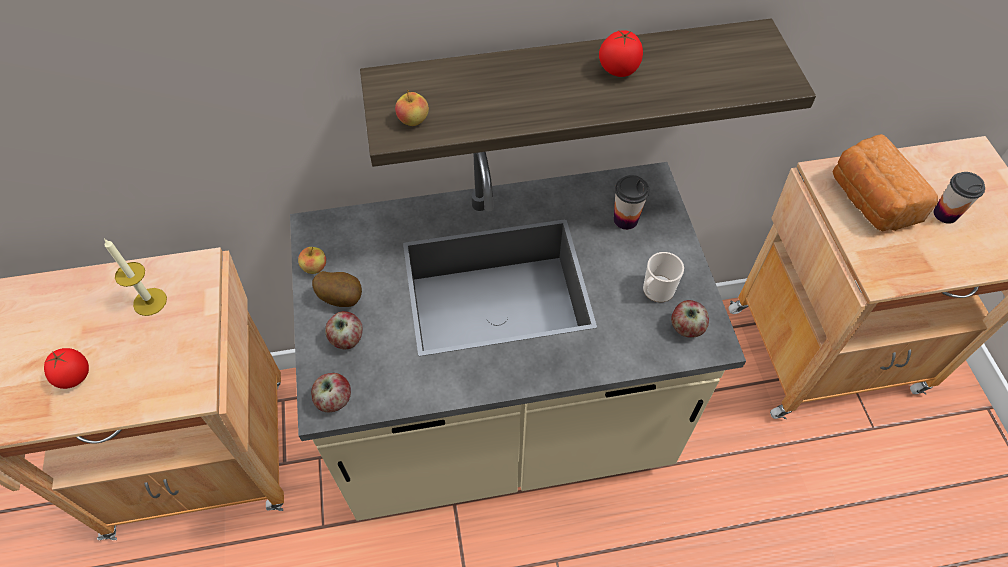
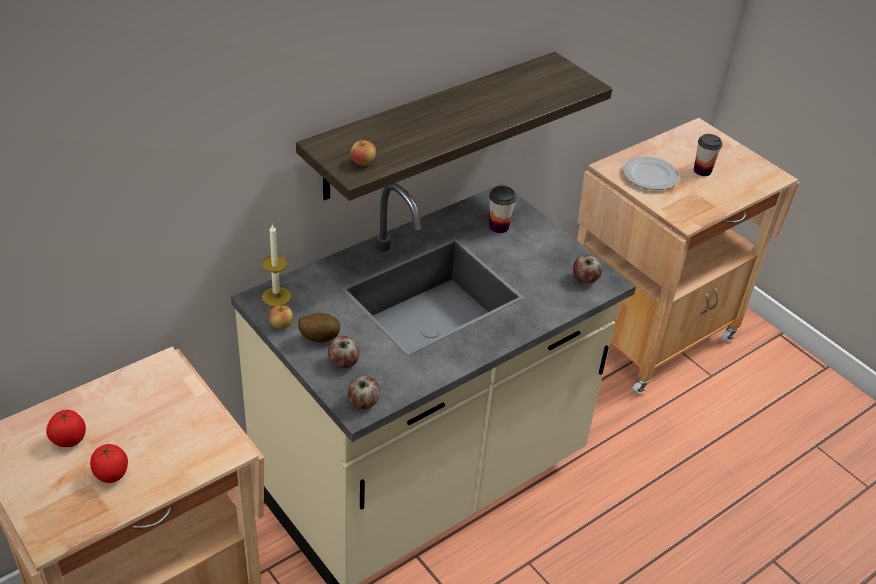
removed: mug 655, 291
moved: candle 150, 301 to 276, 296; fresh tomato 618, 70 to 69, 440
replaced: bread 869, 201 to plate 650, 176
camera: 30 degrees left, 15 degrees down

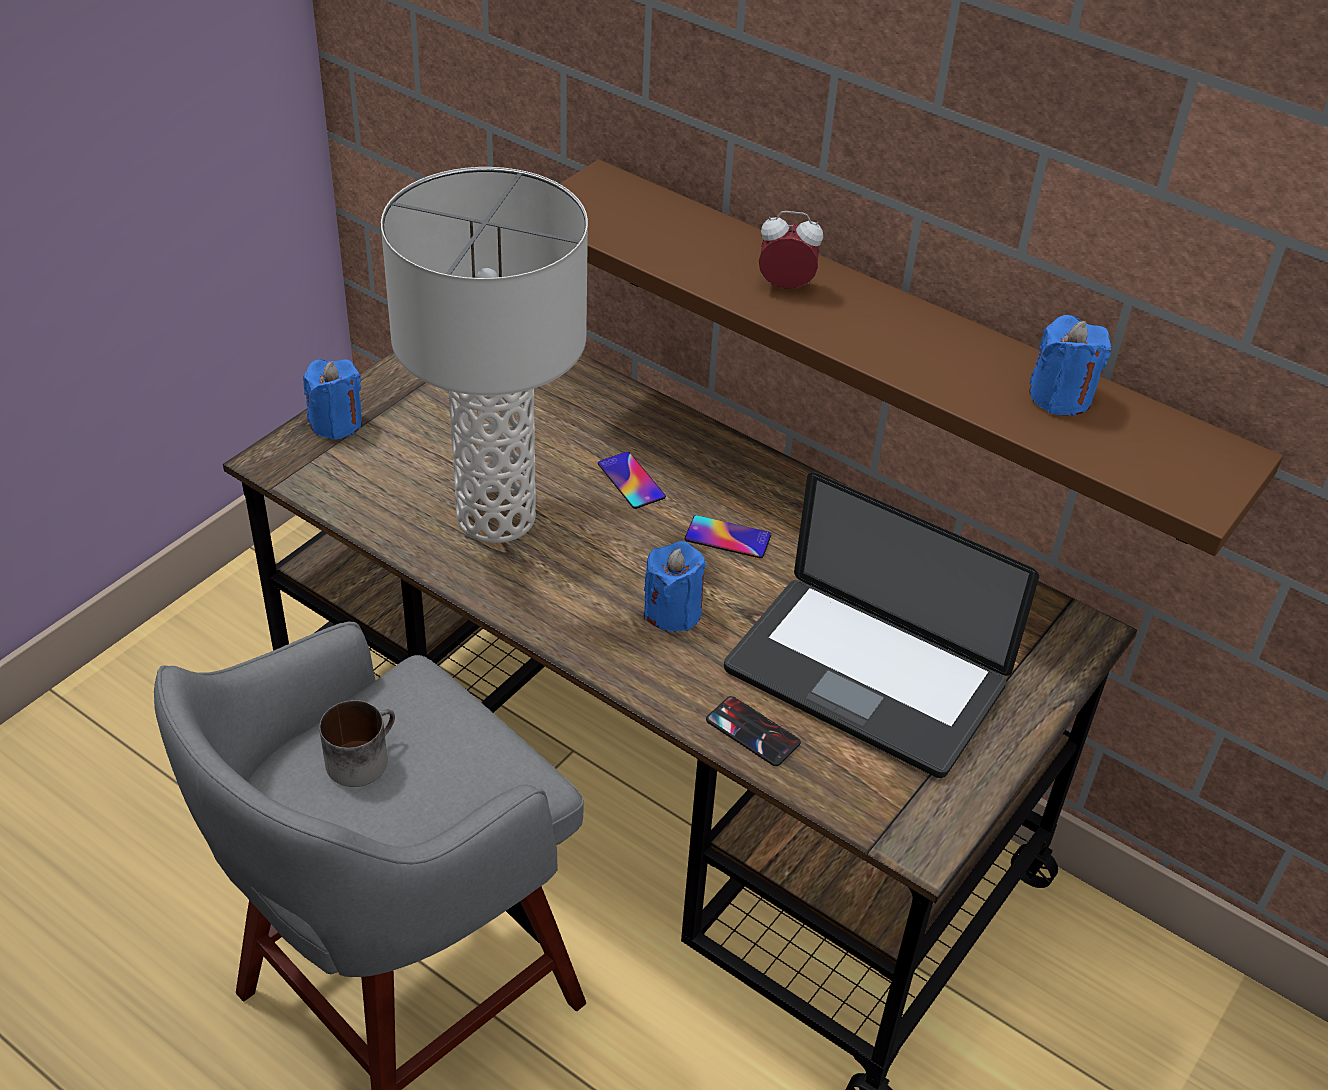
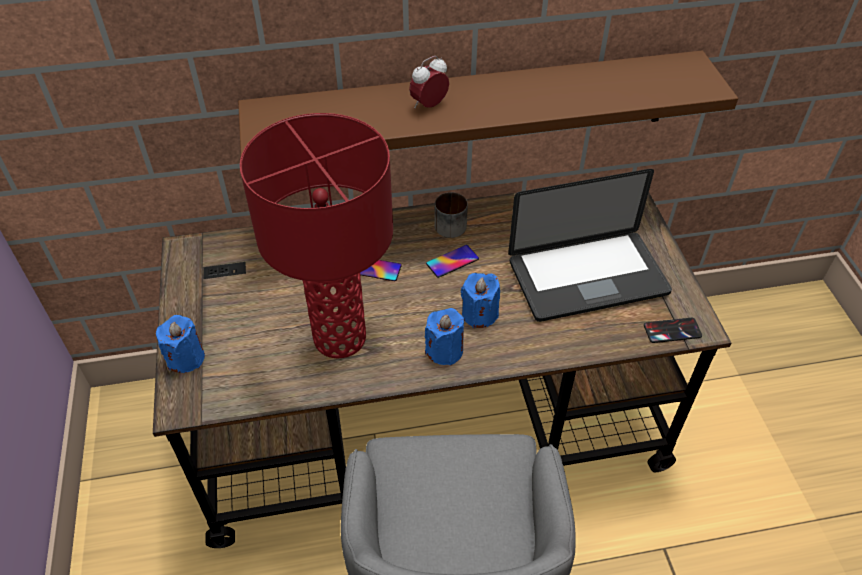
moved: mug 361, 756 to 448, 223; telephone 753, 731 to 672, 330; blue candle 1060, 397 to 444, 350
recoloured: white lamp for a table 497, 516 to reddish lamp for a table 340, 337
camera: 45 degrees left, 5 degrees up

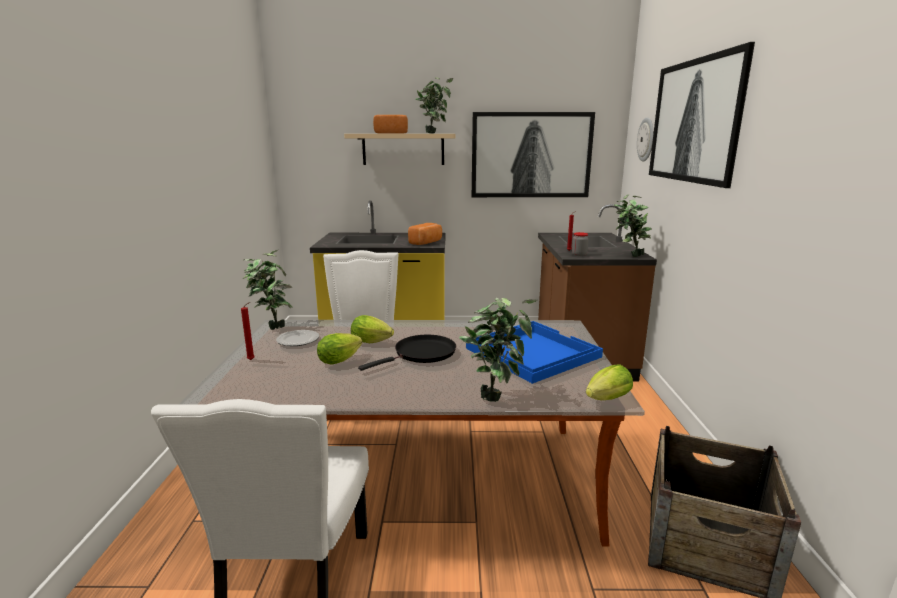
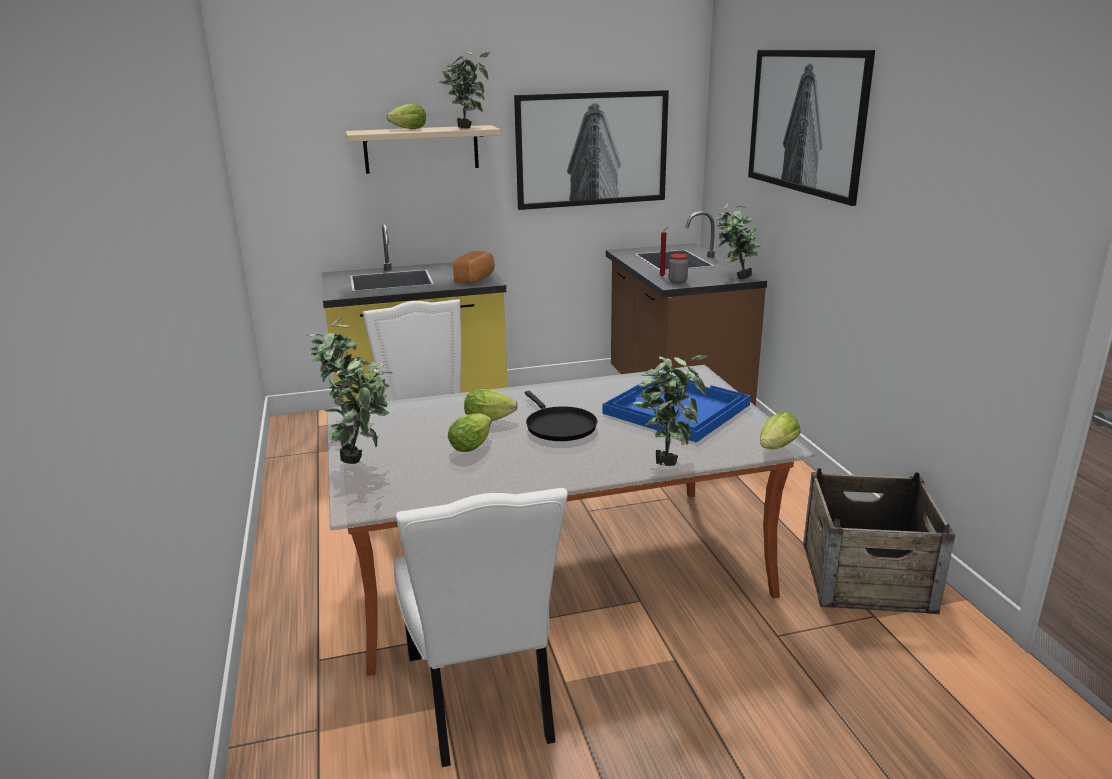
removed: plate 298, 340; clock on the wall 646, 139
replaced: reddish candle 252, 360 to plant in a pot 365, 459; bread 391, 133 to lettuce 407, 129
turned: black skillet 421, 354 = 558, 426 120 degrees clockwise
camera: 15 degrees left, 5 degrees up

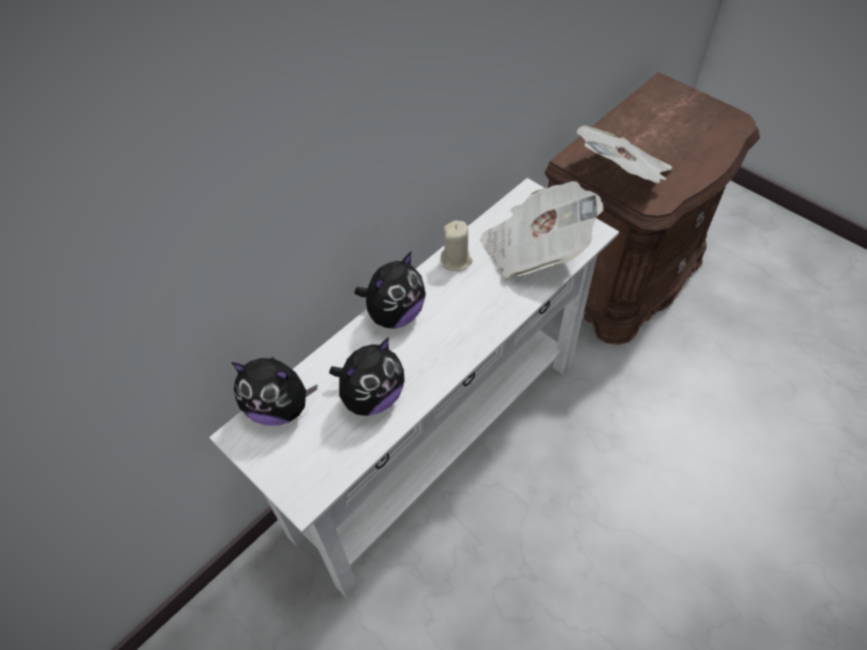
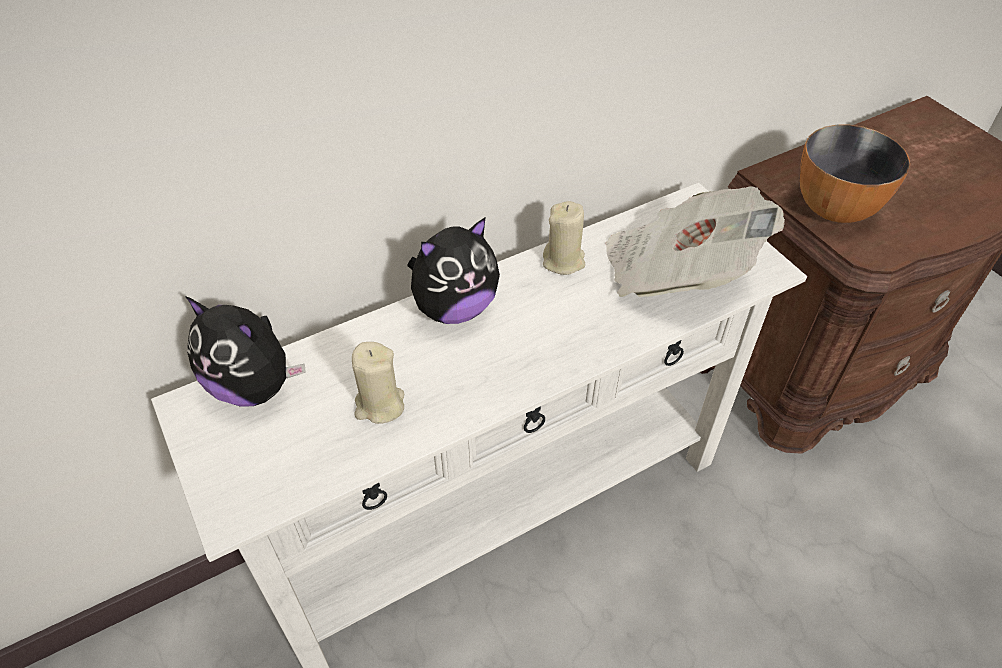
replaced: plush toy 372, 397 to beige-coloured candle 379, 405; printed paper 622, 175 to serving bowl 835, 208
camera: 15 degrees right, 5 degrees down

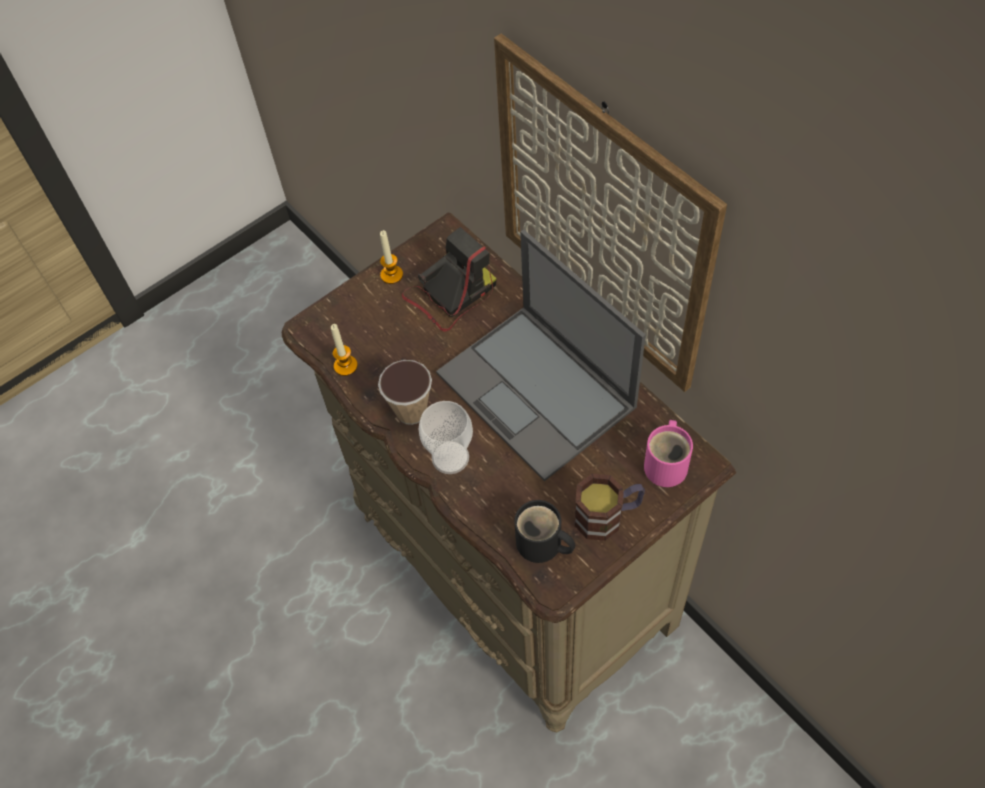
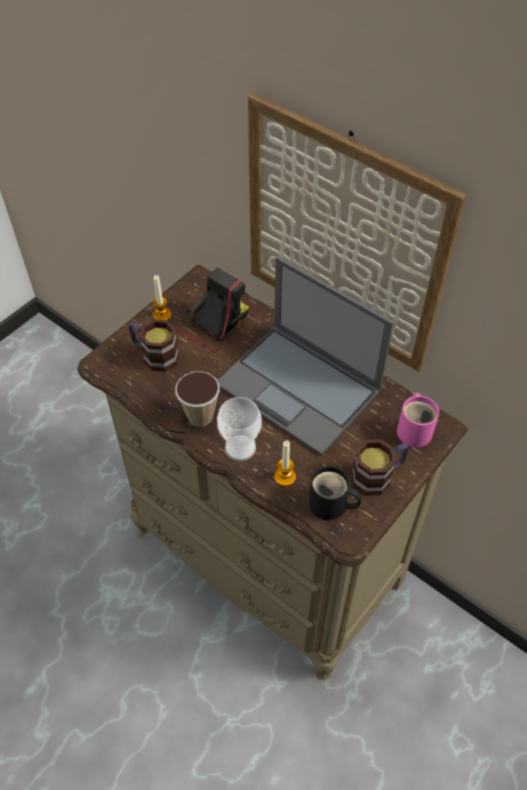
added: mug 154, 355
moved: candle 345, 366 to 285, 477
camera: 15 degrees left, 5 degrees down

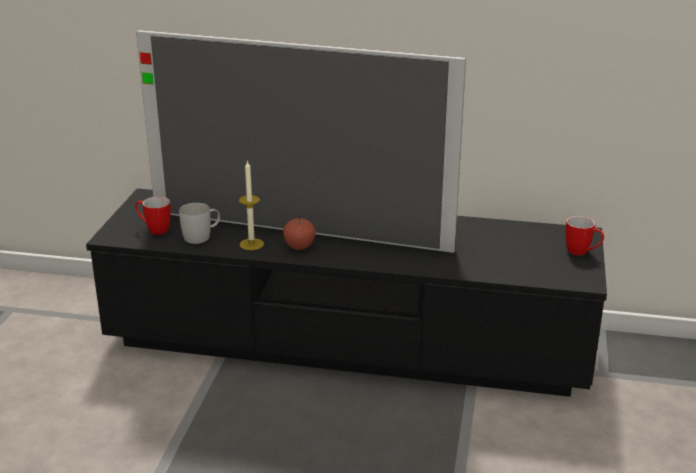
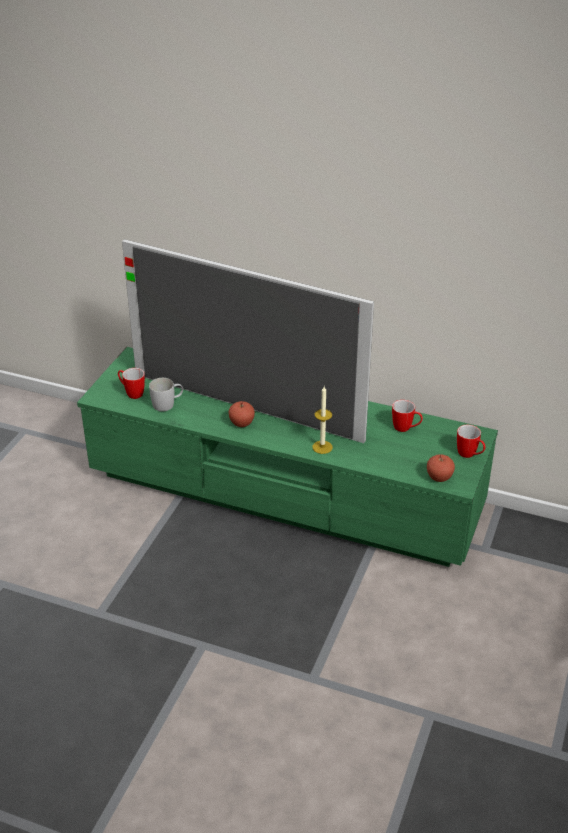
added: mug 406, 429; apple fruit 439, 478
moved: candle 251, 244 to 322, 447
recoloured: black tv stand 349, 342 to greenish tv stand 285, 494
camera: 10 degrees right, 10 degrees up

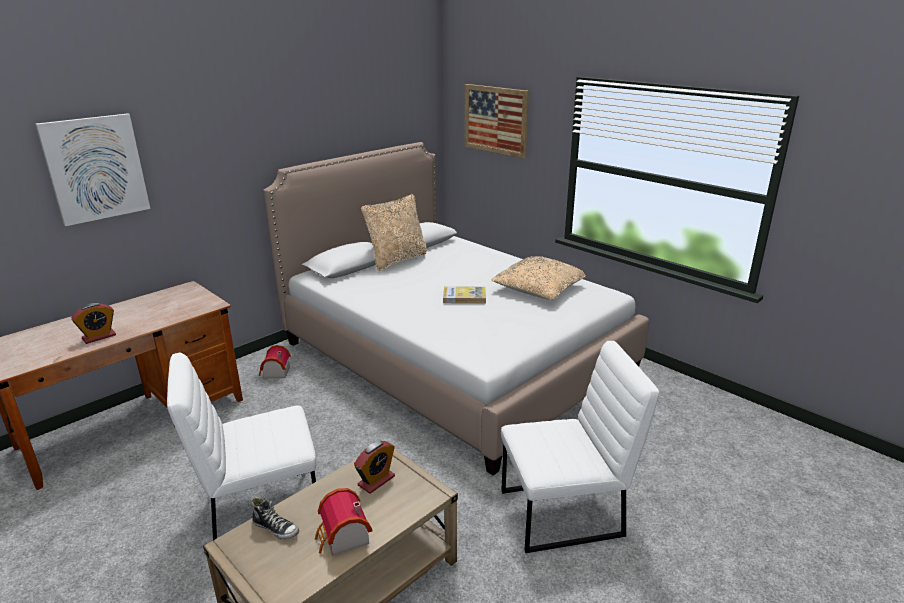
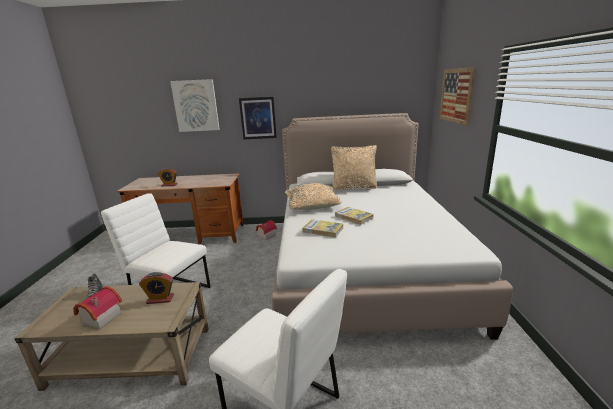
added: picture 258, 118; bound book 323, 230
moved: beige-coloured throw pillow 539, 288 to 312, 204
camera: 45 degrees right, 5 degrees down

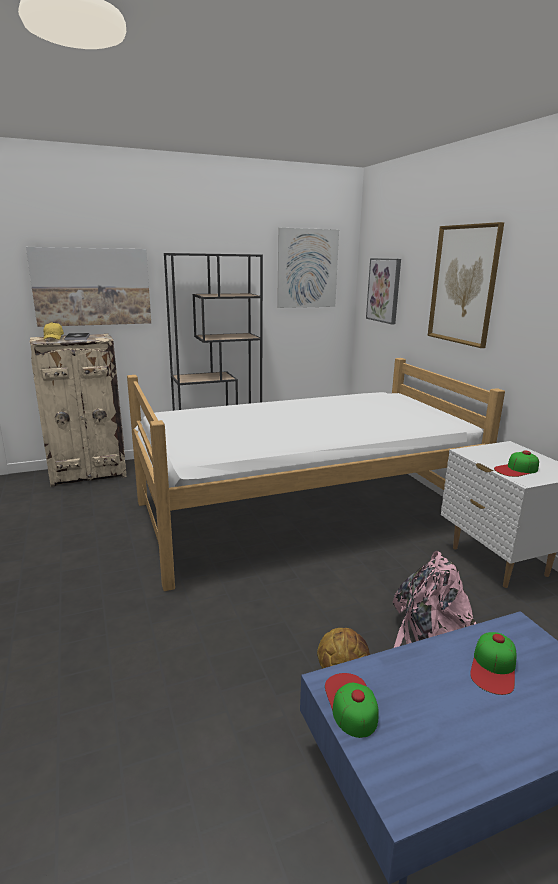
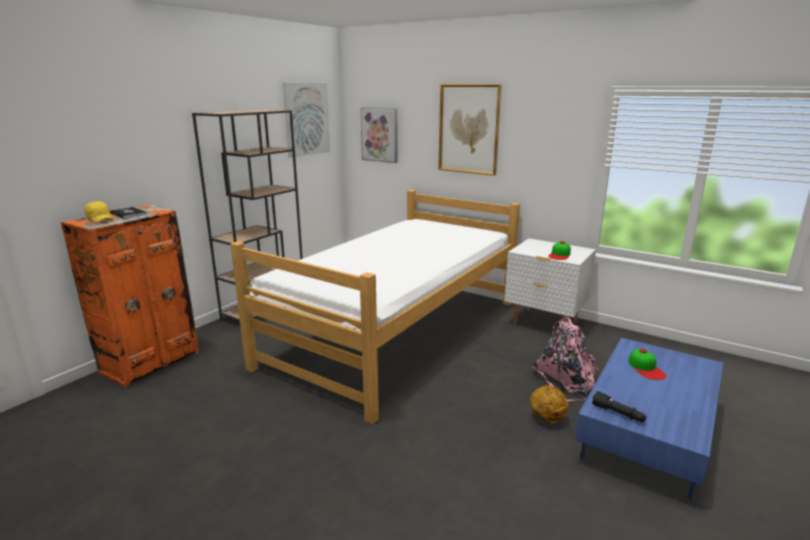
removed: picture 92, 287
replaced: peaked cap 351, 703 to black flashlight 618, 414
recoloured: beige-coloured storage cabinet 89, 473 to orange-coloured storage cabinet 151, 362
camera: 35 degrees left, 0 degrees up

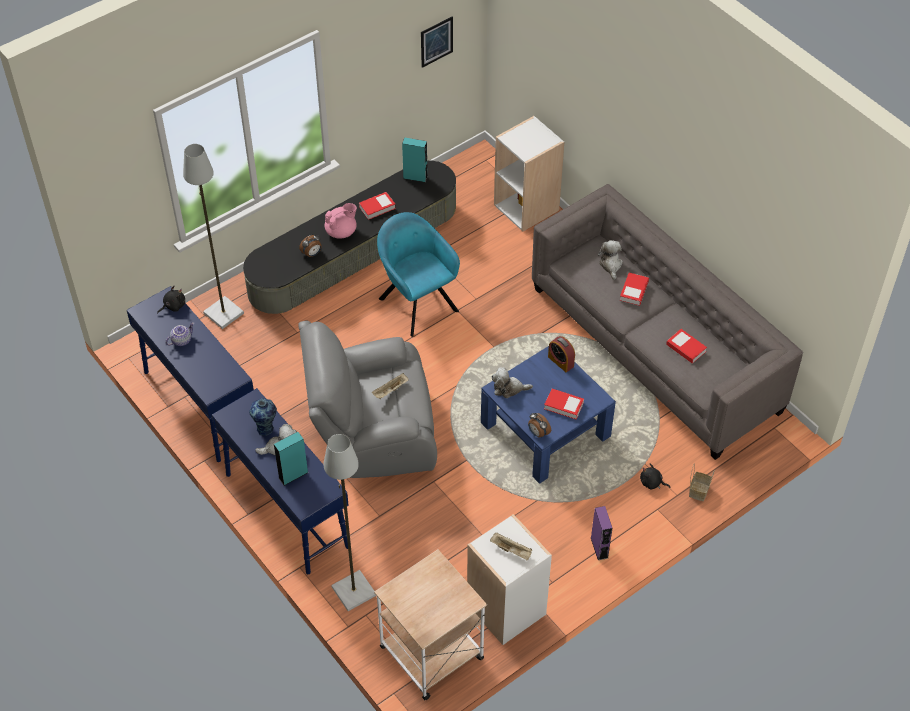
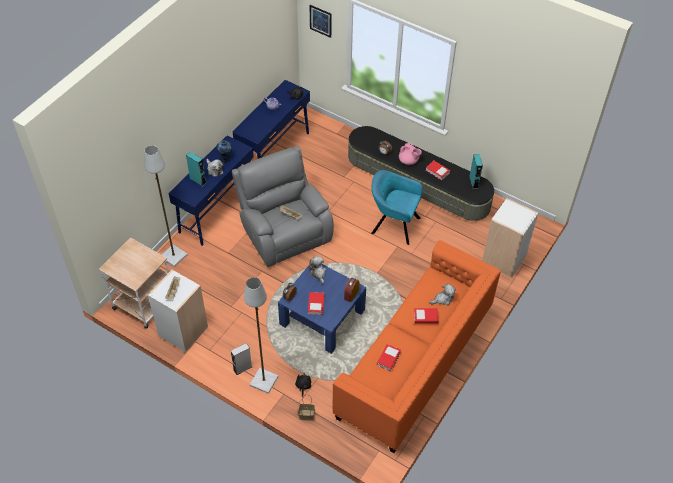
moved: greyish standard lamp 223, 313 to 263, 380; picture 436, 41 to 320, 21
recoloured: greyish settee 654, 350 to orange-coloured settee 415, 362; purple-coloured speaker 599, 547 to greyish speaker 242, 368
turned: turquoise-coloured easy chair 416, 302 = 393, 225 105 degrees counterclockwise
camera: 70 degrees right, 0 degrees up

